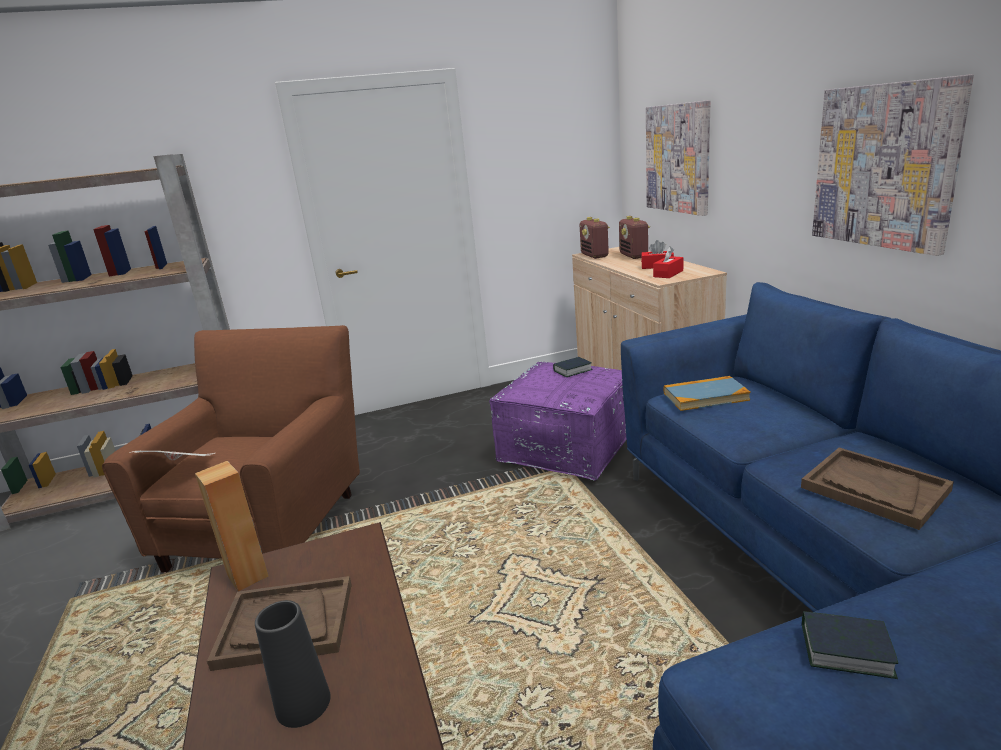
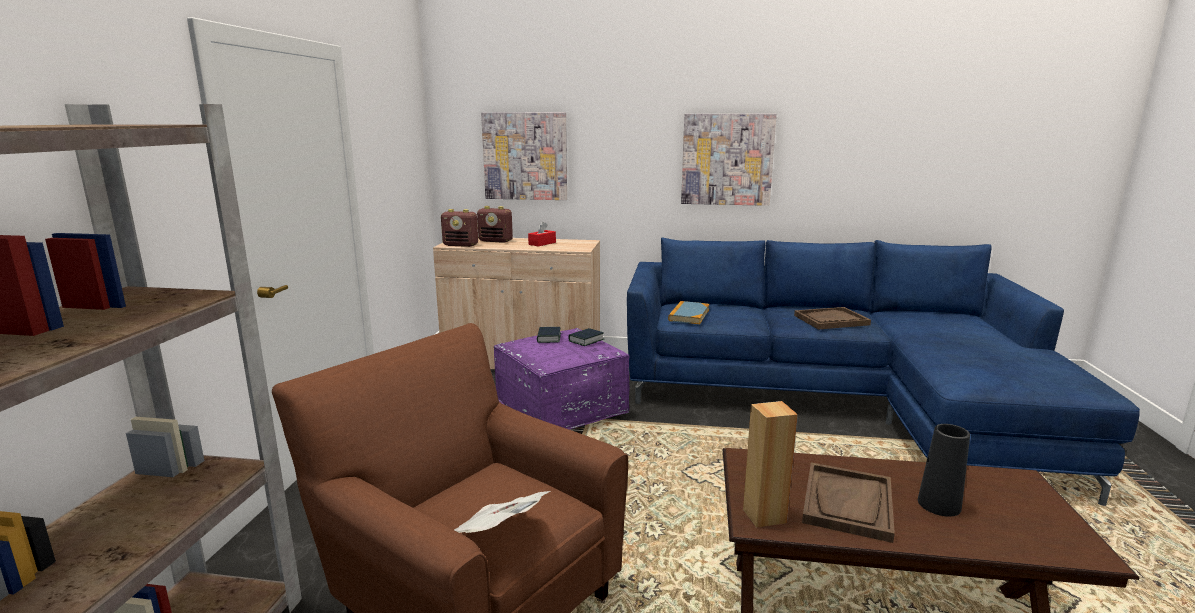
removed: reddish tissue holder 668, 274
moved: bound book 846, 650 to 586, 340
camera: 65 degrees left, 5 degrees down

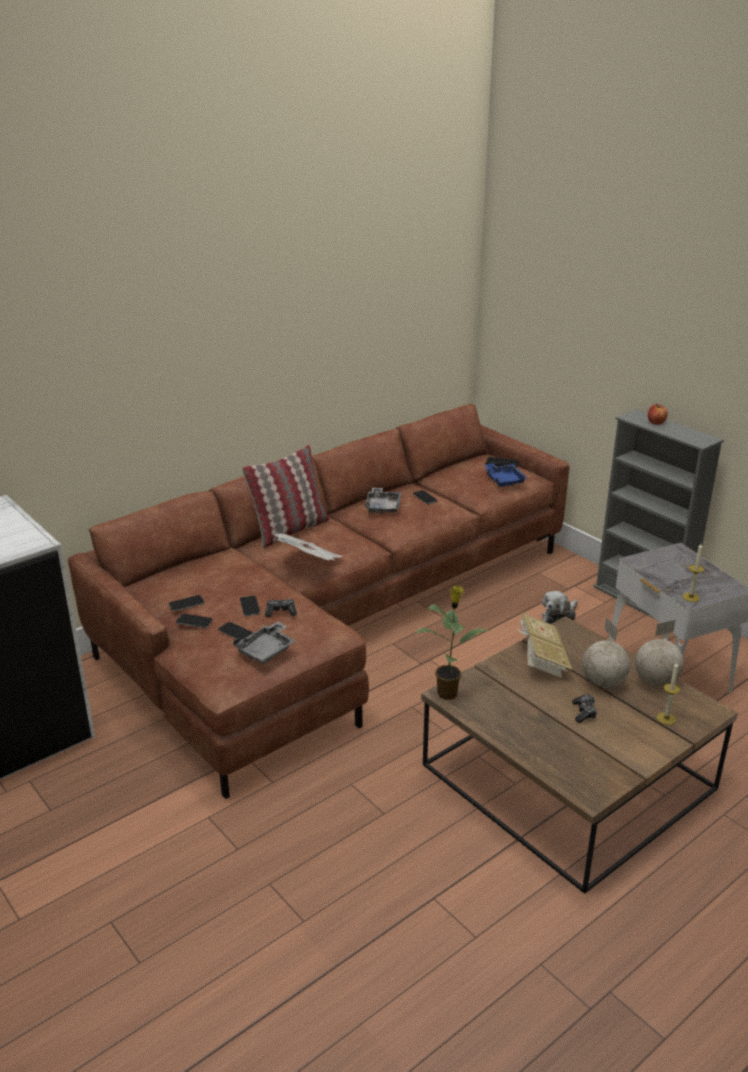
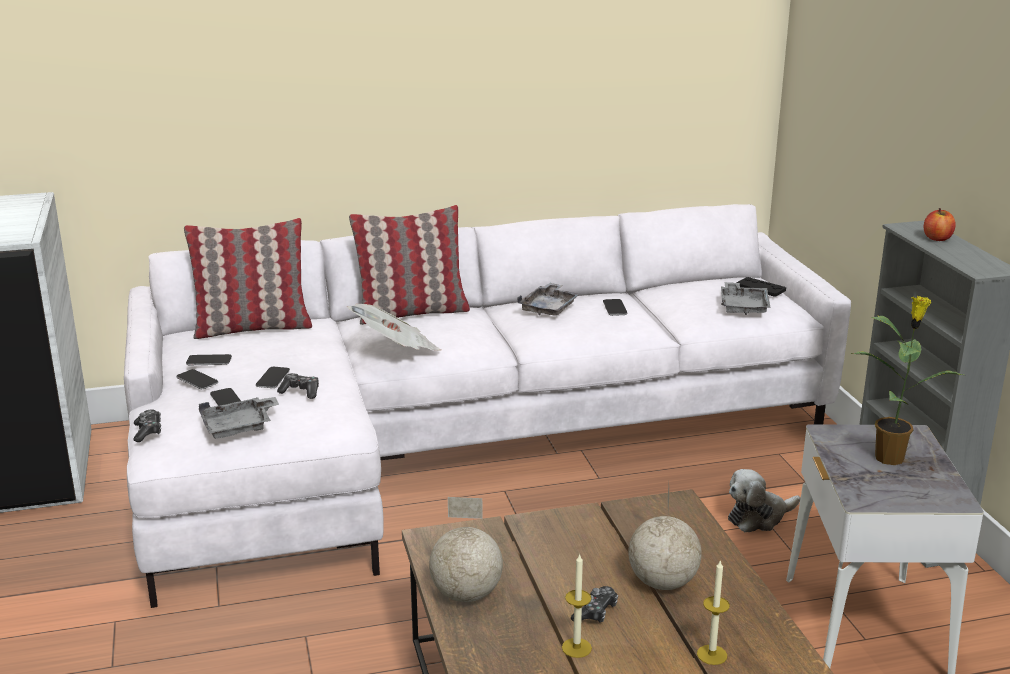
removed: bound book 541, 659
added: game controller 148, 431; throw pillow 252, 328
moved: plant in a pot 448, 693 to 891, 457; globe 656, 681 to 467, 595; candle 690, 597 to 576, 648
recoloured: brown-coloured settee 334, 617 to white settee 459, 444; blue carrying tray 504, 480 to greyish carrying tray 743, 307
camera: 25 degrees right, 5 degrees down

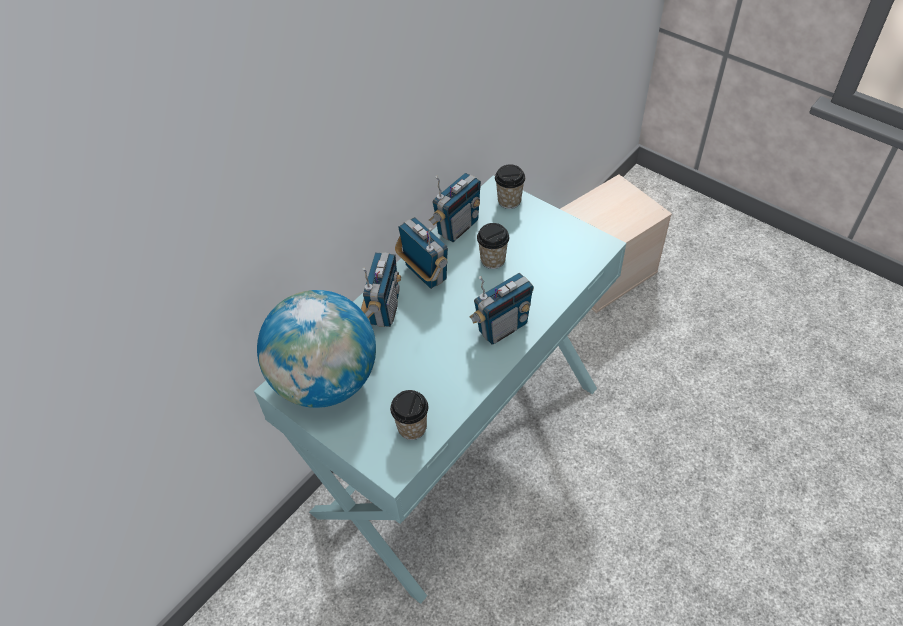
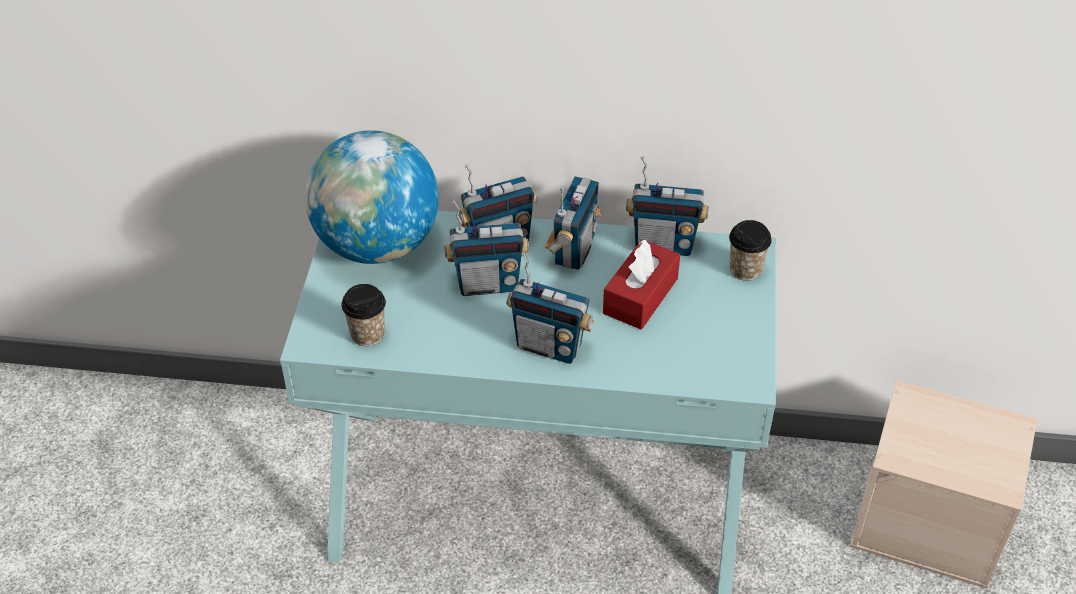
added: radio 487, 284
replaced: drinking cup 493, 260 to reddish tissue holder 640, 296
camera: 55 degrees right, 5 degrees down

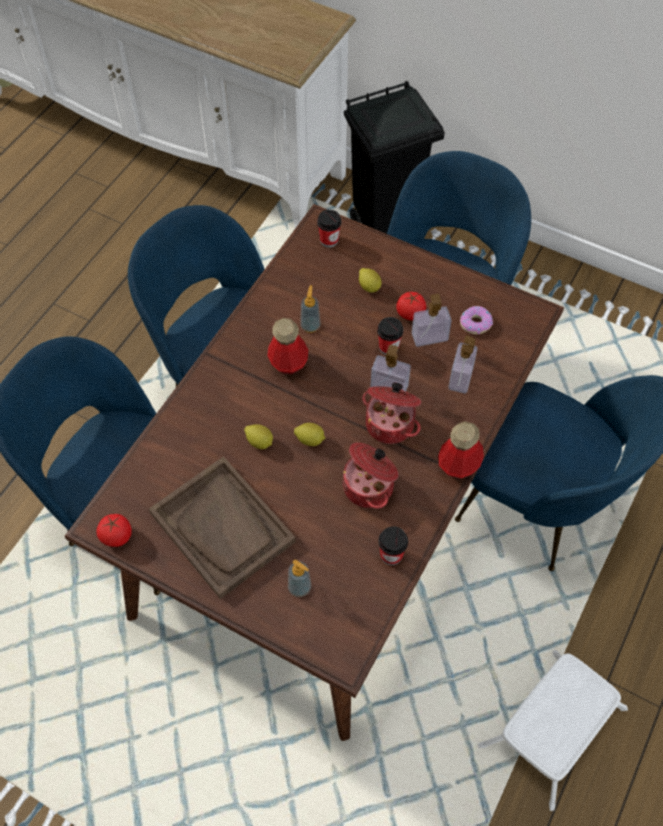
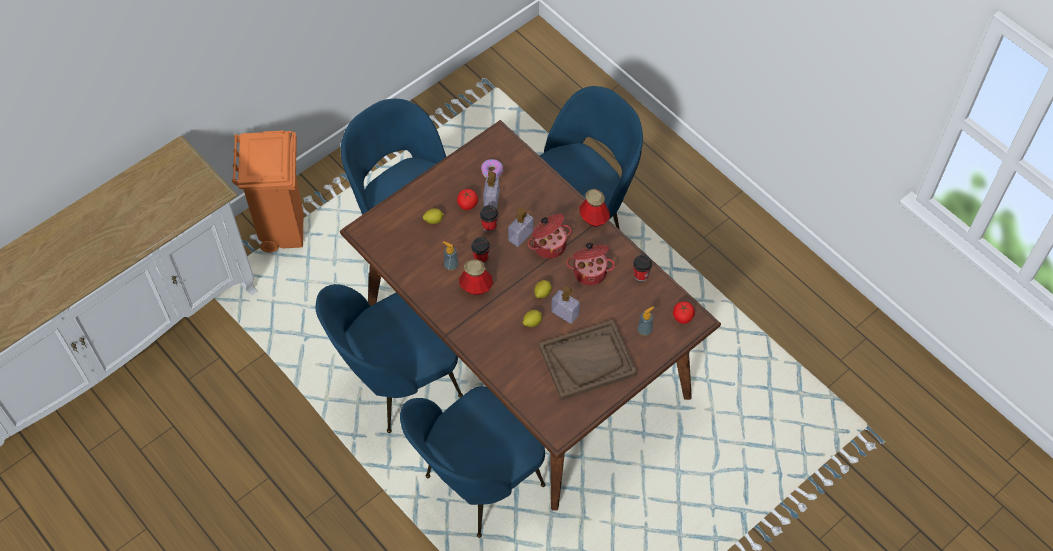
removed: white step ladder 552, 726
moved: fresh tomato 116, 536 to 682, 317; drinking cup 329, 240 to 481, 258; soap dispenser 460, 378 to 565, 313
recoloured: black waste bin 385, 227 to orange-coloured waste bin 284, 231
camera: 70 degrees left, 0 degrees up

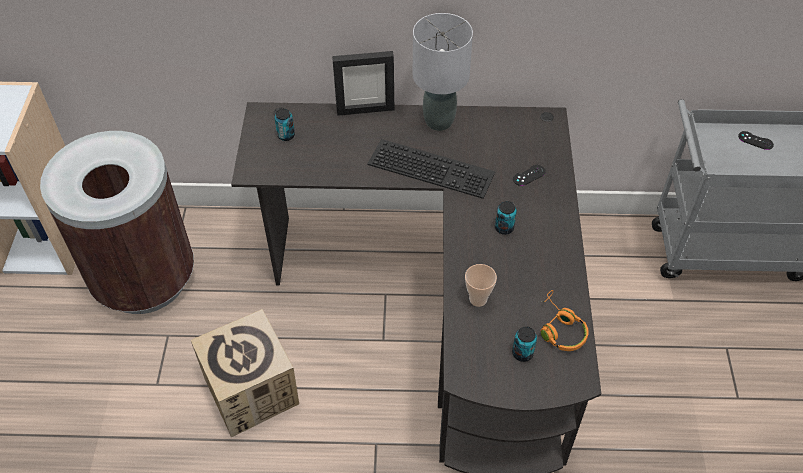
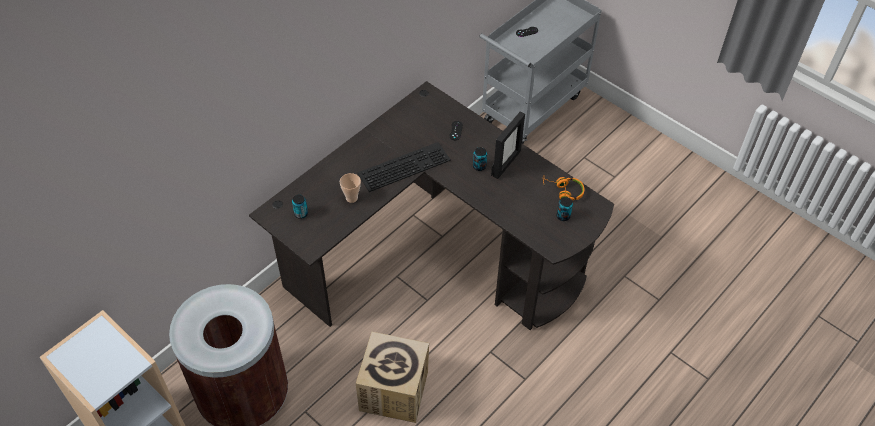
removed: greyish lamp for a table 438, 121
moved: standing frame 365, 109 to 506, 163; drinking cup 478, 299 to 351, 198
camera: 50 degrees left, 0 degrees up

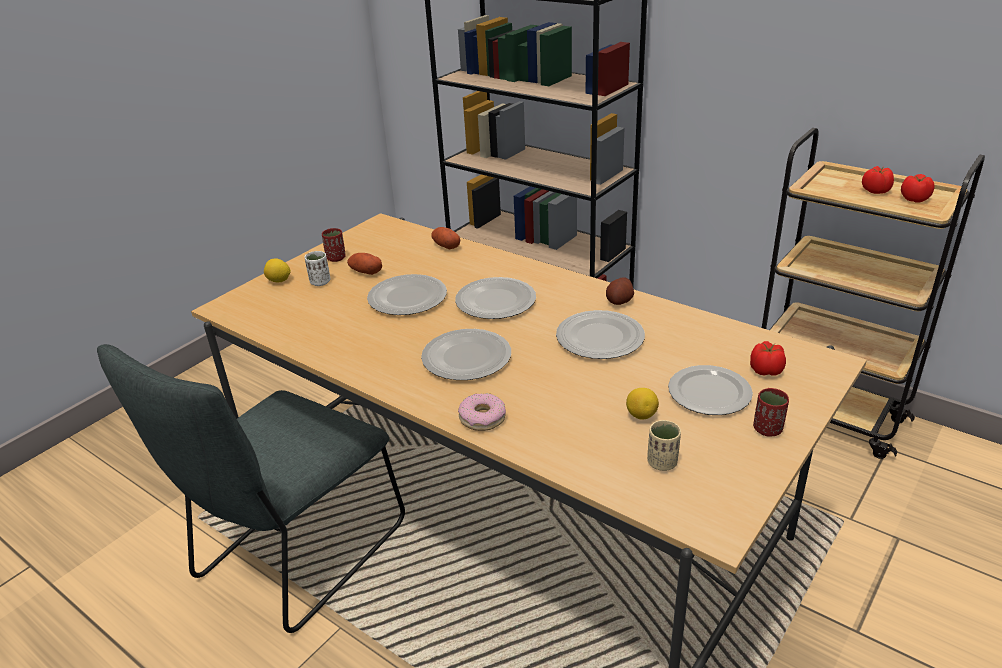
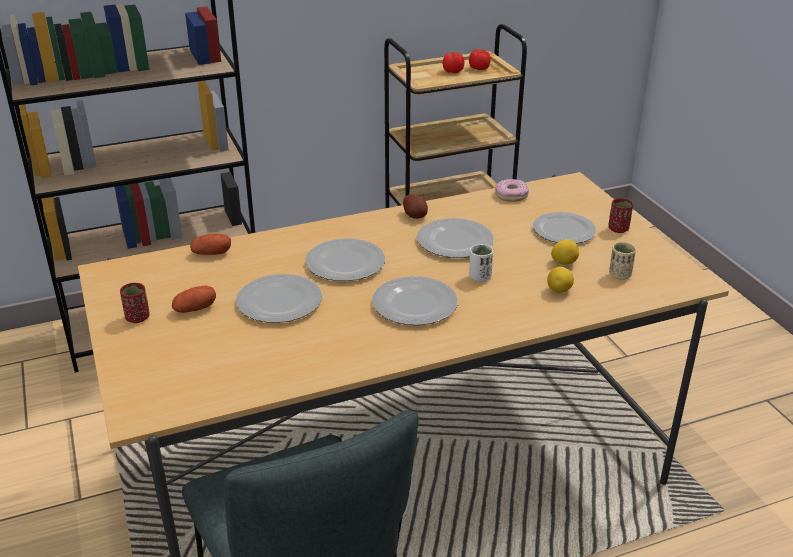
removed: fresh tomato 765, 370
moved: lemon 279, 281 to 559, 290; white drinking cup 320, 282 to 480, 277; doughnut 482, 418 to 511, 195
camera: 60 degrees left, 0 degrees up

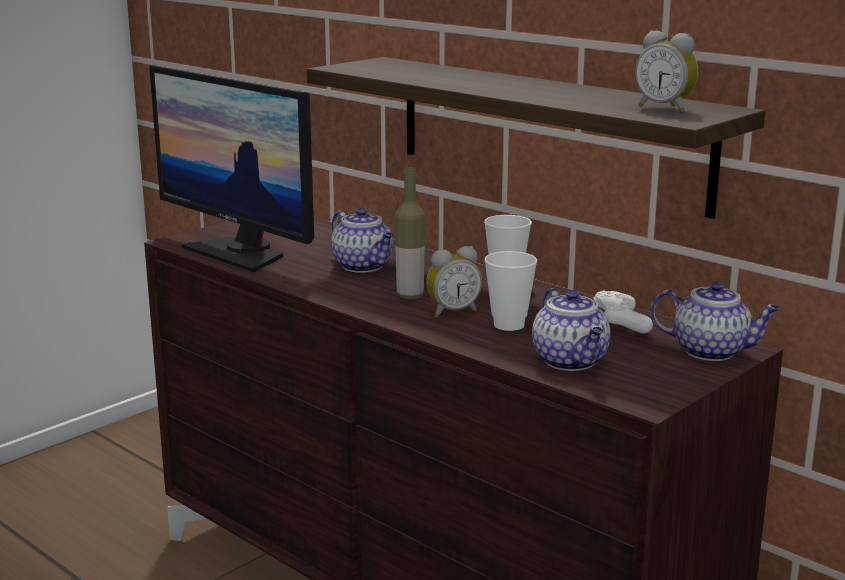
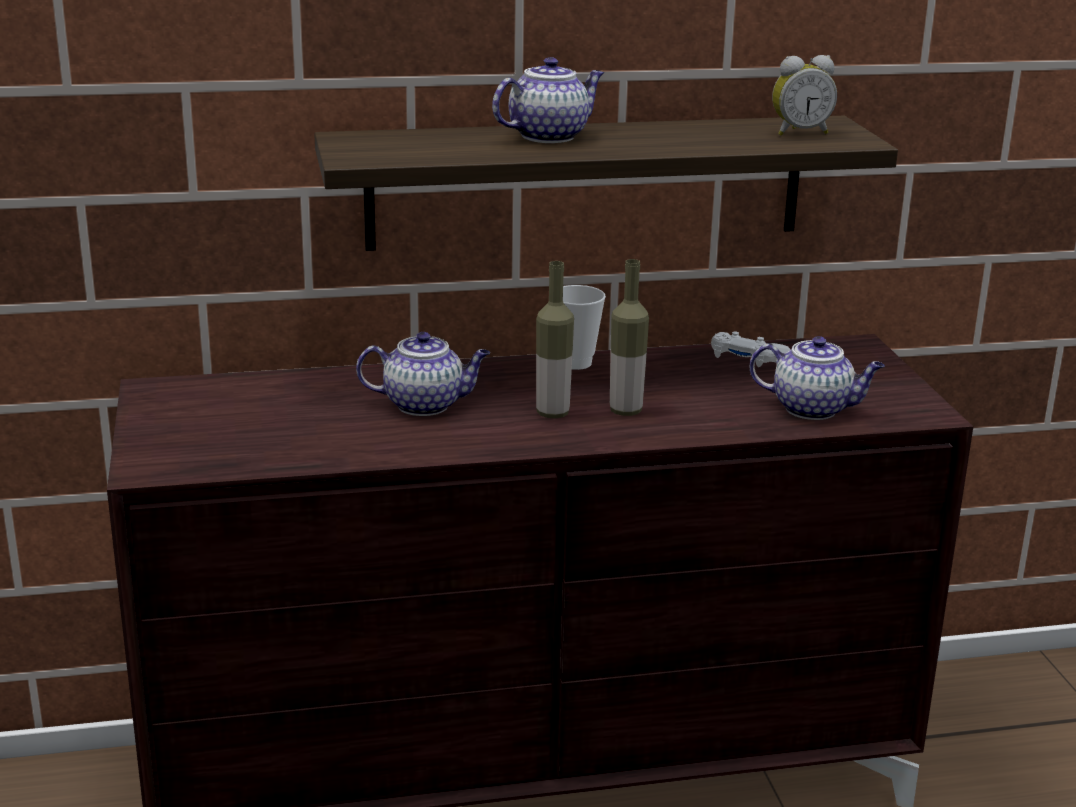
removed: computer screen 240, 253; drinking cup 509, 325
moved: tea pot 712, 351 to 549, 136
replaced: alarm clock 452, 312 to beverage bottle 625, 411
camera: 55 degrees left, 5 degrees up

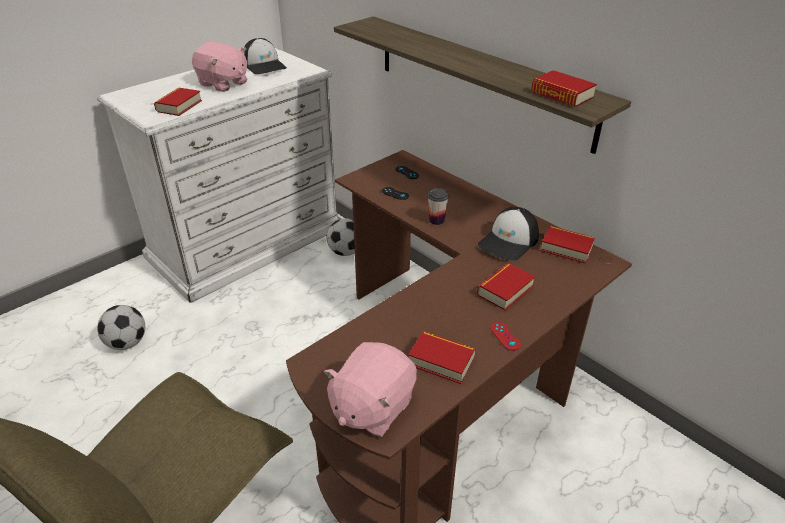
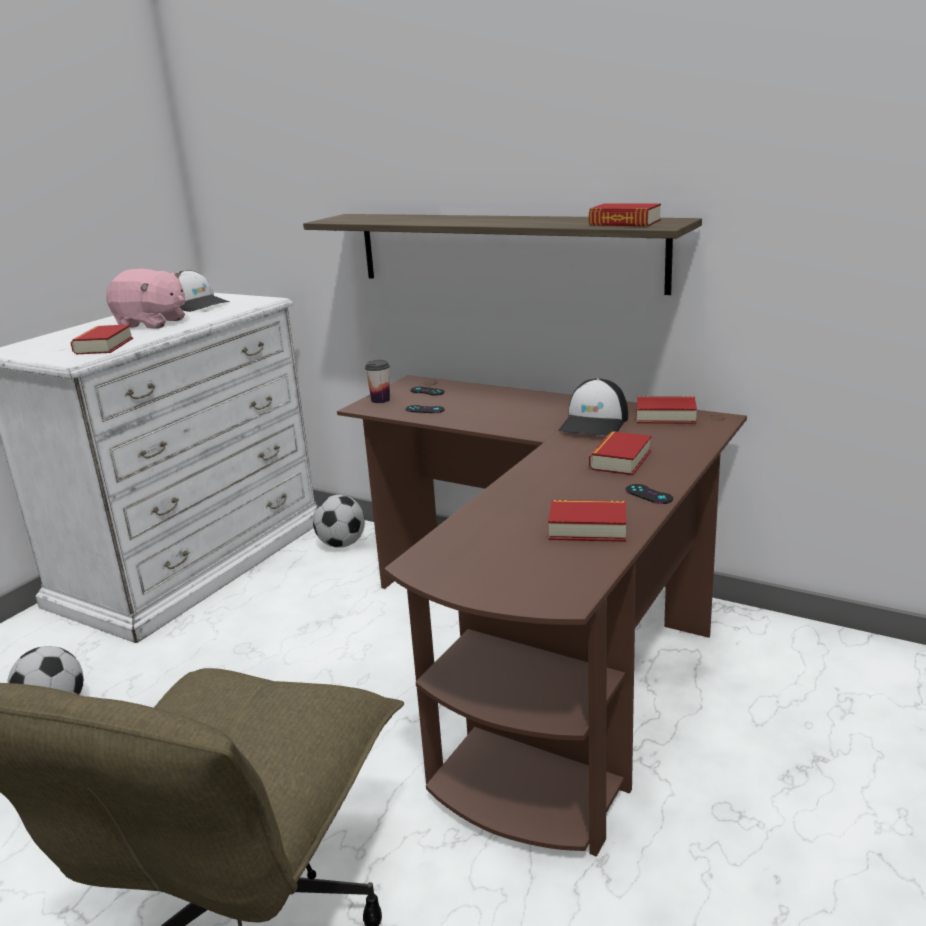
removed: pinkish plush toy 371, 407
moved: drinking cup 436, 220 to 380, 400
recoloured: reddish game controller 505, 336 to black game controller 649, 494
camera: 15 degrees left, 15 degrees down

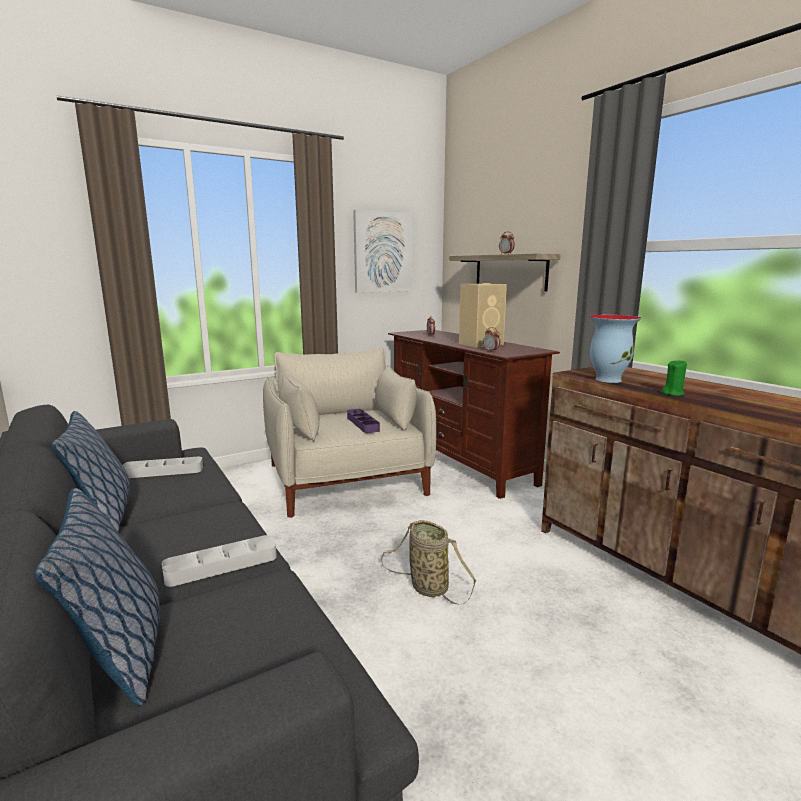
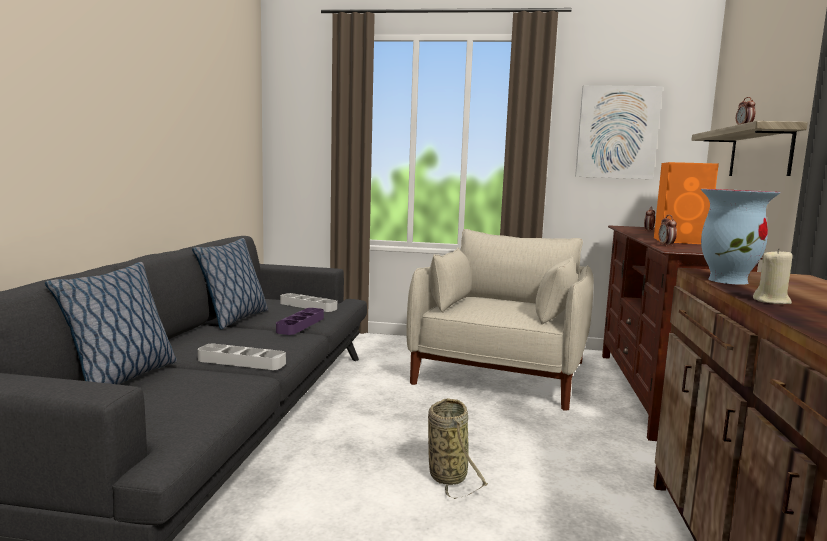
moved: purple-coloured carrying tray 362, 424 to 300, 325
recoloured: beige-coloured speaker 481, 344 to orange-coloured speaker 681, 241; greenish candle 673, 393 to beige-coloured candle 771, 301
camera: 40 degrees right, 5 degrees down

